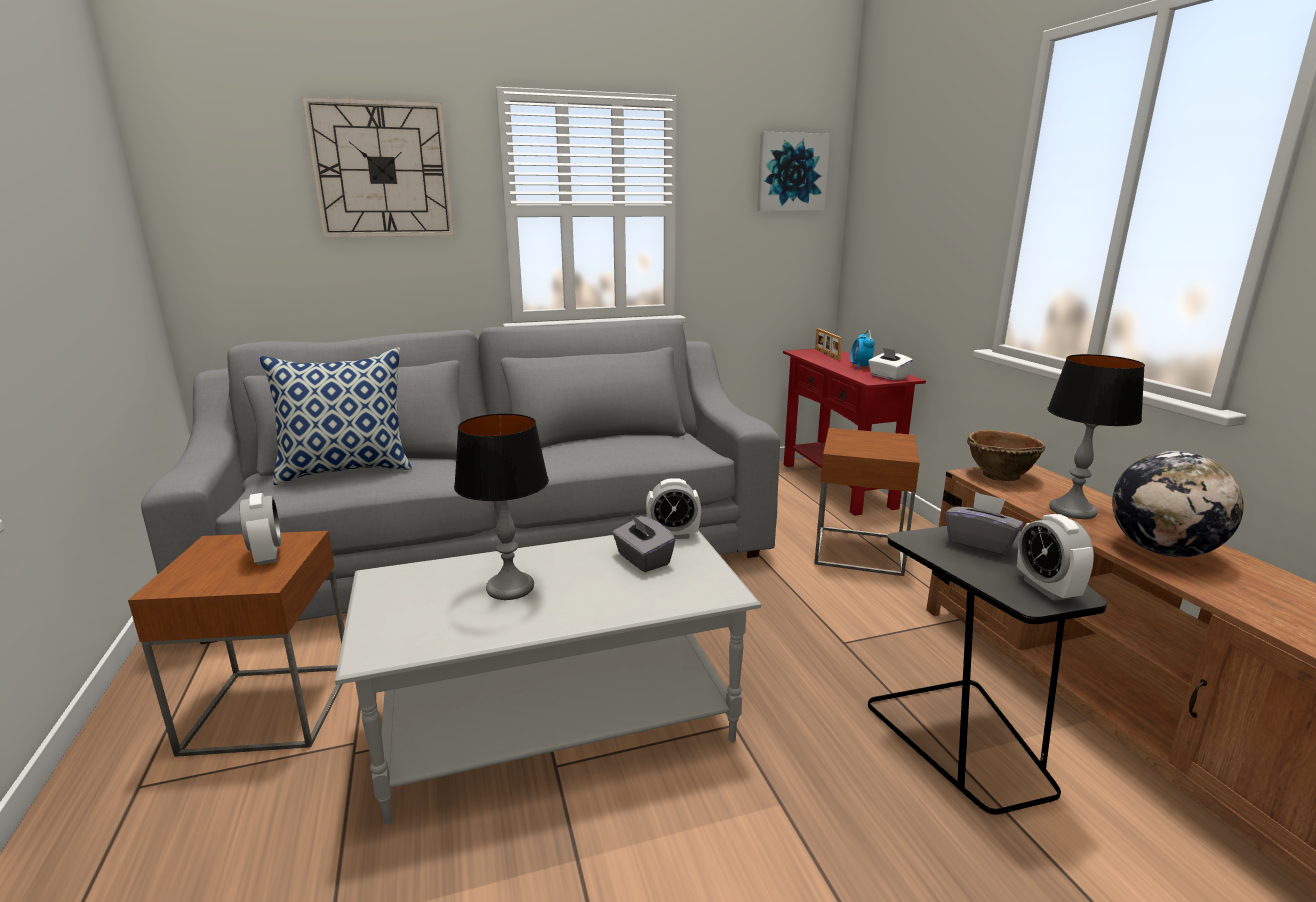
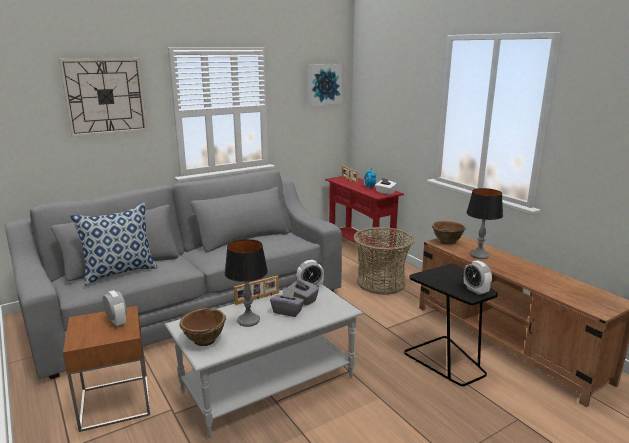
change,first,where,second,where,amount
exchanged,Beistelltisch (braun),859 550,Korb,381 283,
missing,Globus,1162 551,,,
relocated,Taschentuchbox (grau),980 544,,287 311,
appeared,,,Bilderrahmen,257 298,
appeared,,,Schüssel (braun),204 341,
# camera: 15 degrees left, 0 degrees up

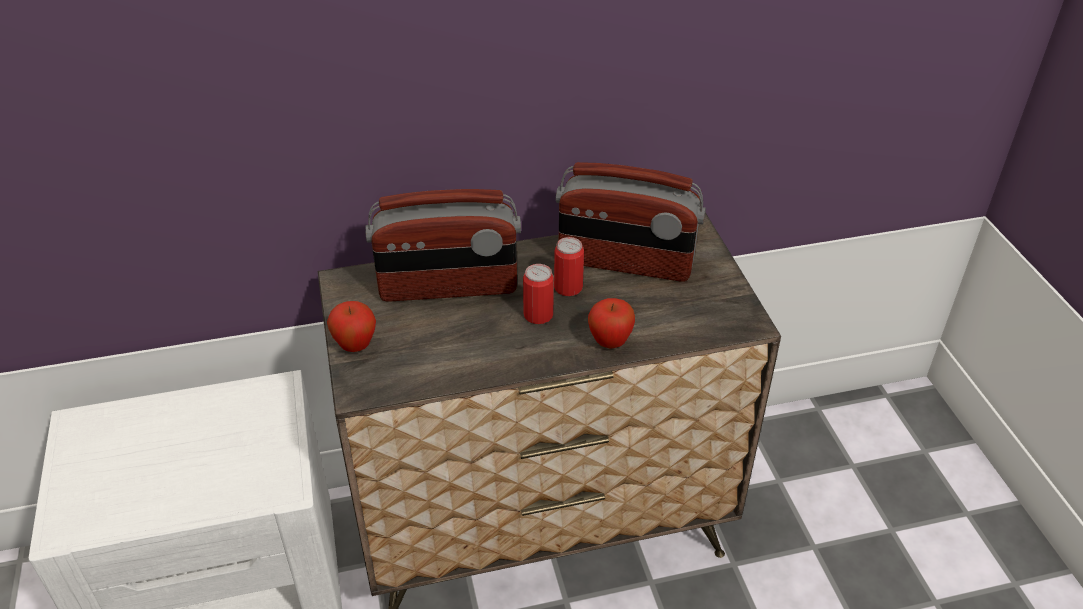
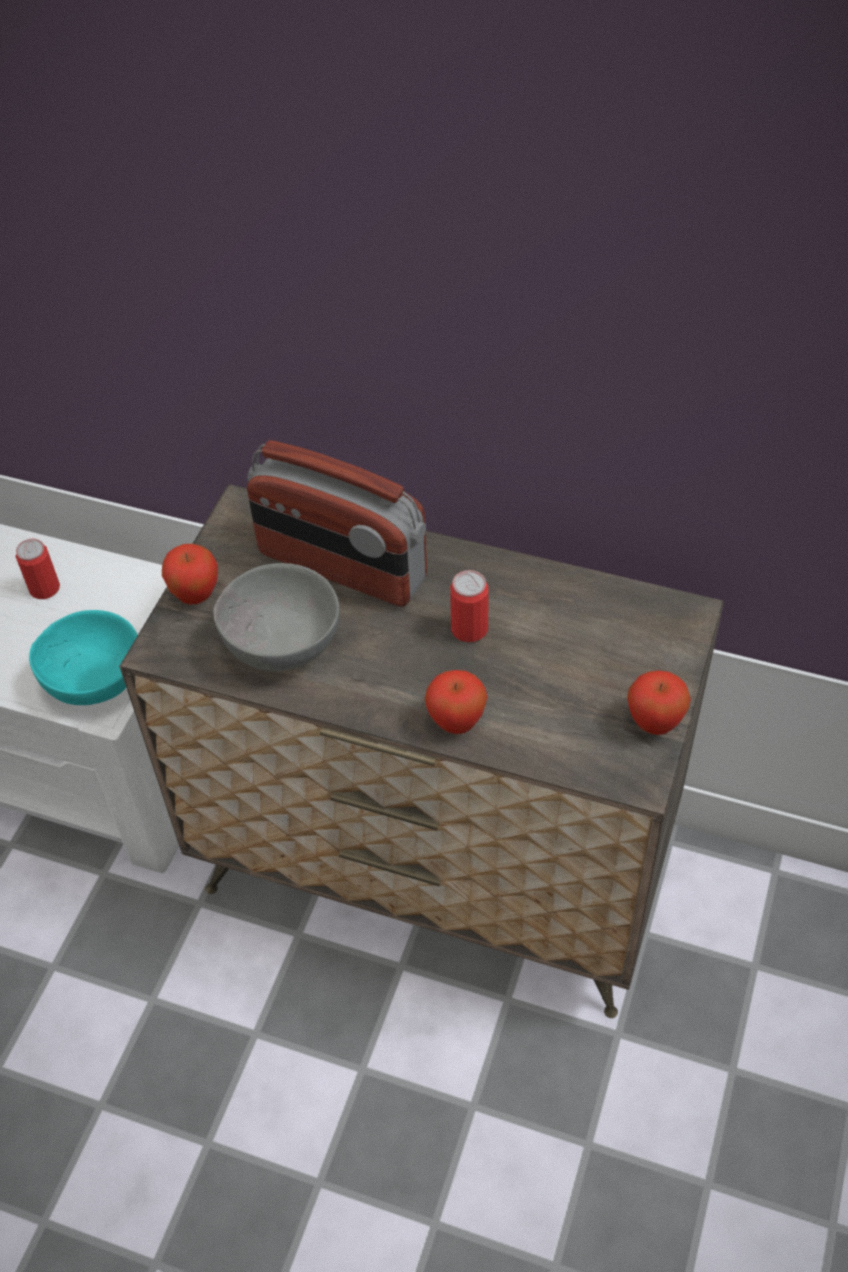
change,first,where,second,where,amount
missing,Radio,625 263,,,
relocated,Dose,538 315,,44 588,
appeared,,,Schüssel (grau),279 642,
appeared,,,Schüssel (türkis),93 679,
appeared,,,Apfel,654 723,
# camera: 35 degrees right, 10 degrees up

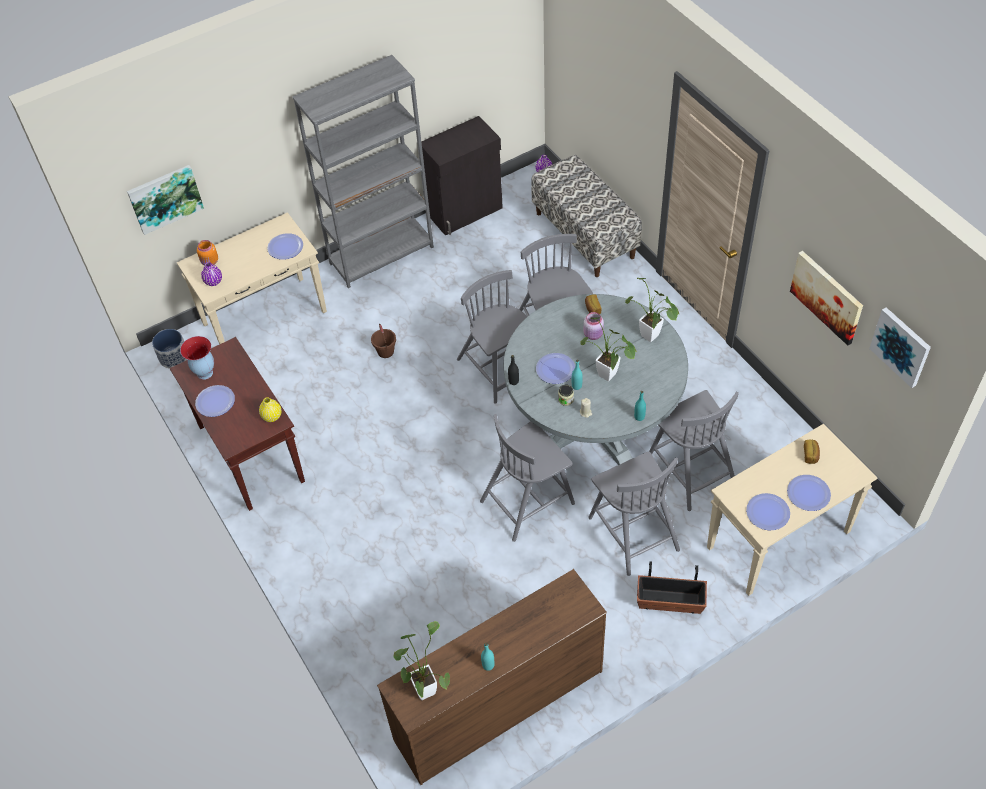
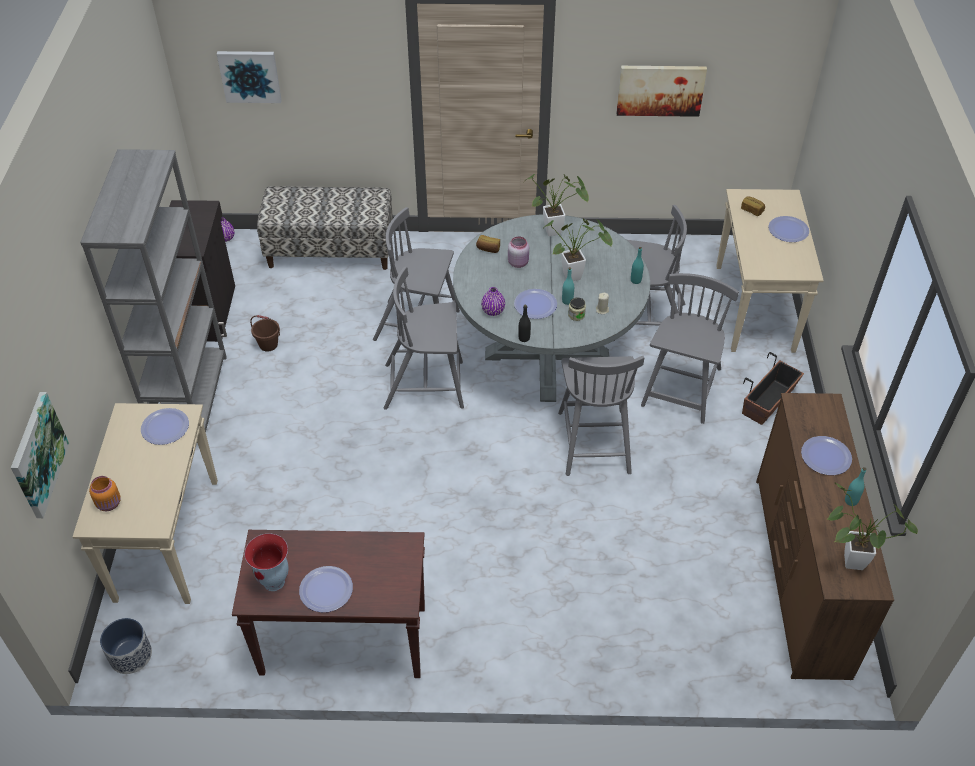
change,first,where,second,where,amount
relocated,Vase (lila),213 281,,493 311,
relocated,Bild,901 346,,250 76,
relocated,Eimer (braun),386 351,,268 344,
missing,Vase (gelb),272 416,,,
spun,Stuhl (grau),632 532,,681 389,75 degrees counterclockwise
relocated,Teller,767 512,,826 456,
# camera: 60 degrees left, 5 degrees down

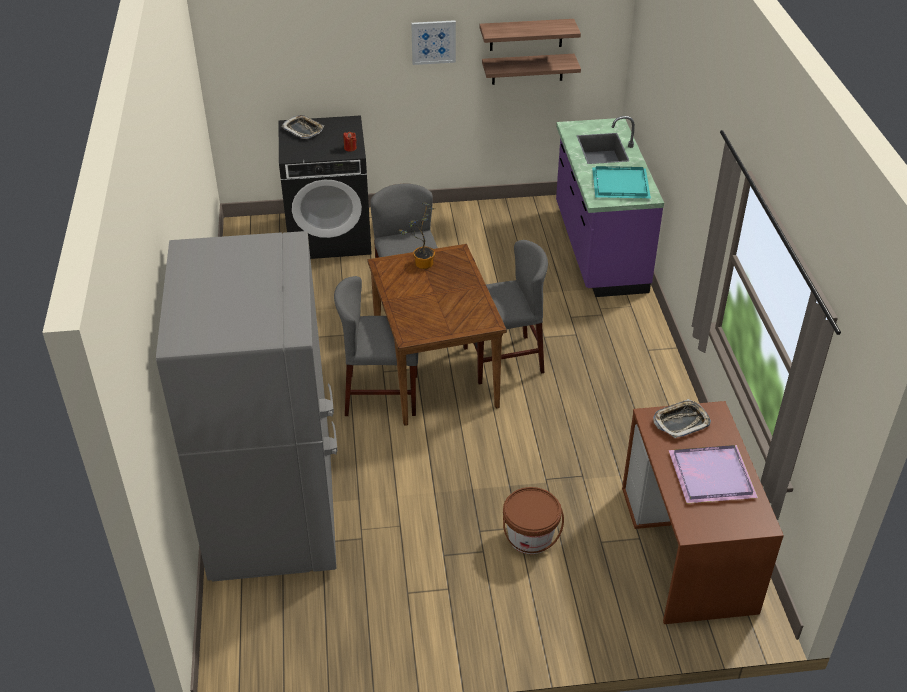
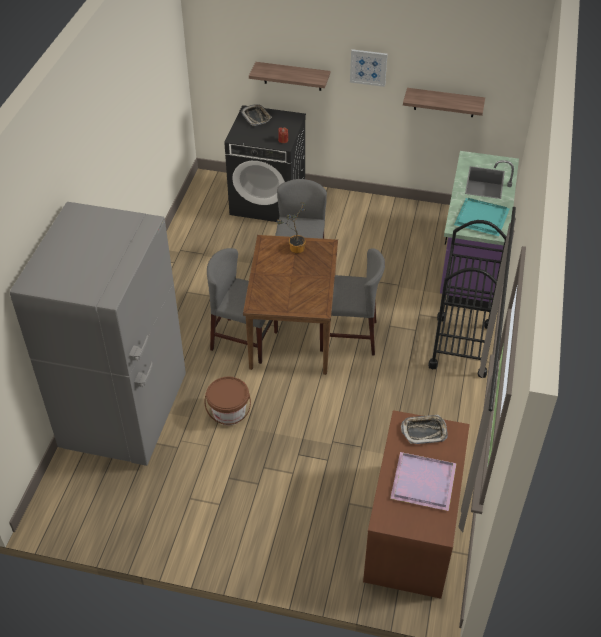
change,first,where,second,where,amount
relocated,Wandregal,526 34,,292 76,
relocated,Eimer (braun),530 537,,229 413,
appeared,,,Rollwagen (schwarz),461 346,
# camera: 20 degrees right, 5 degrees up

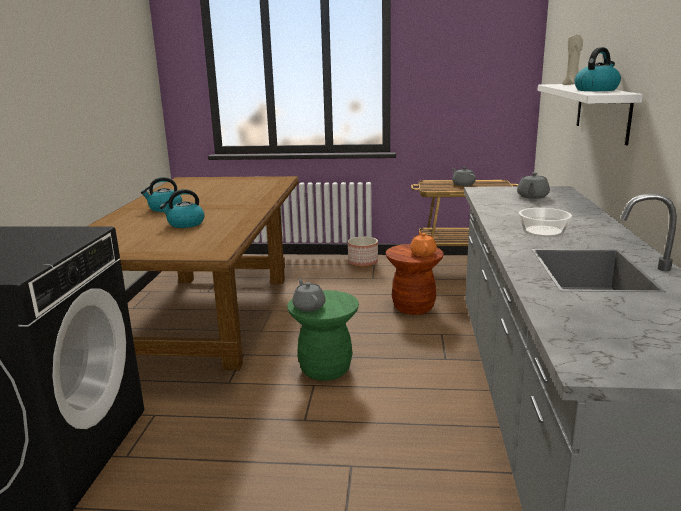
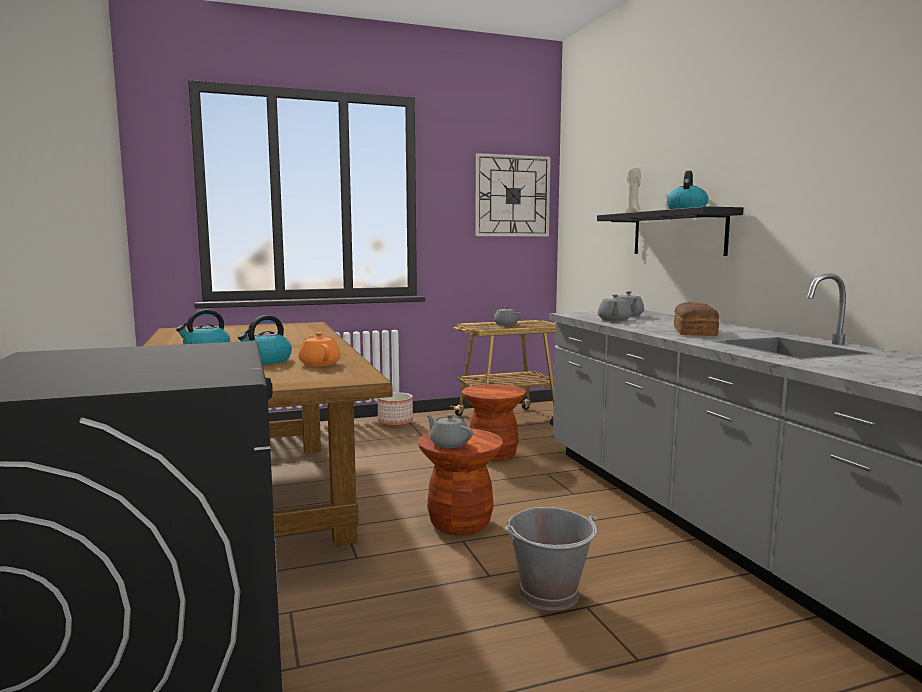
change,first,where,second,where,amount
colour,Wandregal (weiß),602 111,Wandregal (schwarz),678 233,
exchanged,Schüssel,543 231,Brot,693 332,
relocated,Teekanne (orange),423 253,,319 364,
colour,Hocker (grün),325 369,Hocker (braun),460 524,
appeared,,,Wanduhr,512 196,
appeared,,,Teekanne (grau),614 320,
appeared,,,Eimer (grau),549 594,
# camera: 25 degrees left, 10 degrees down

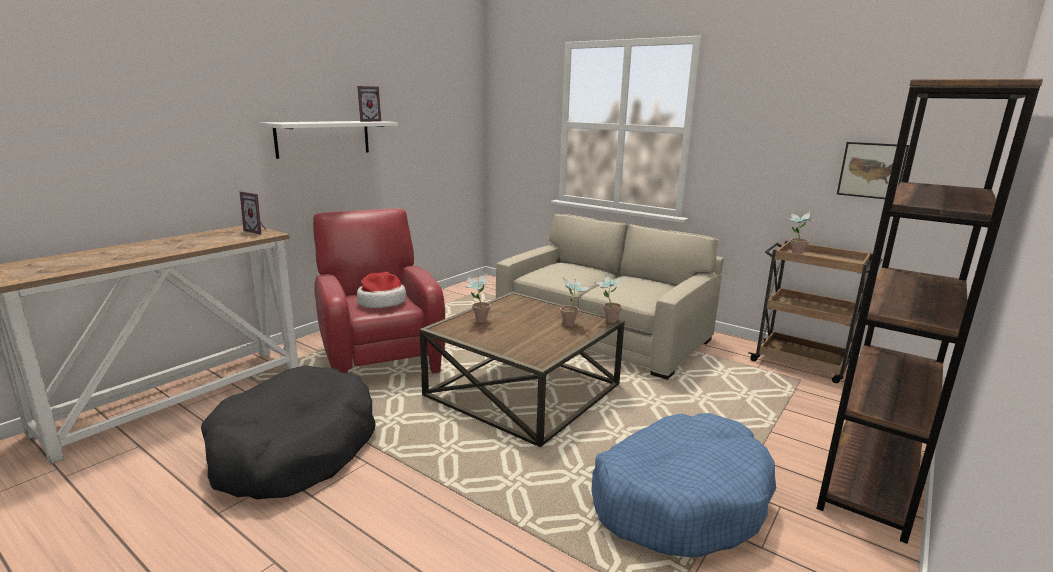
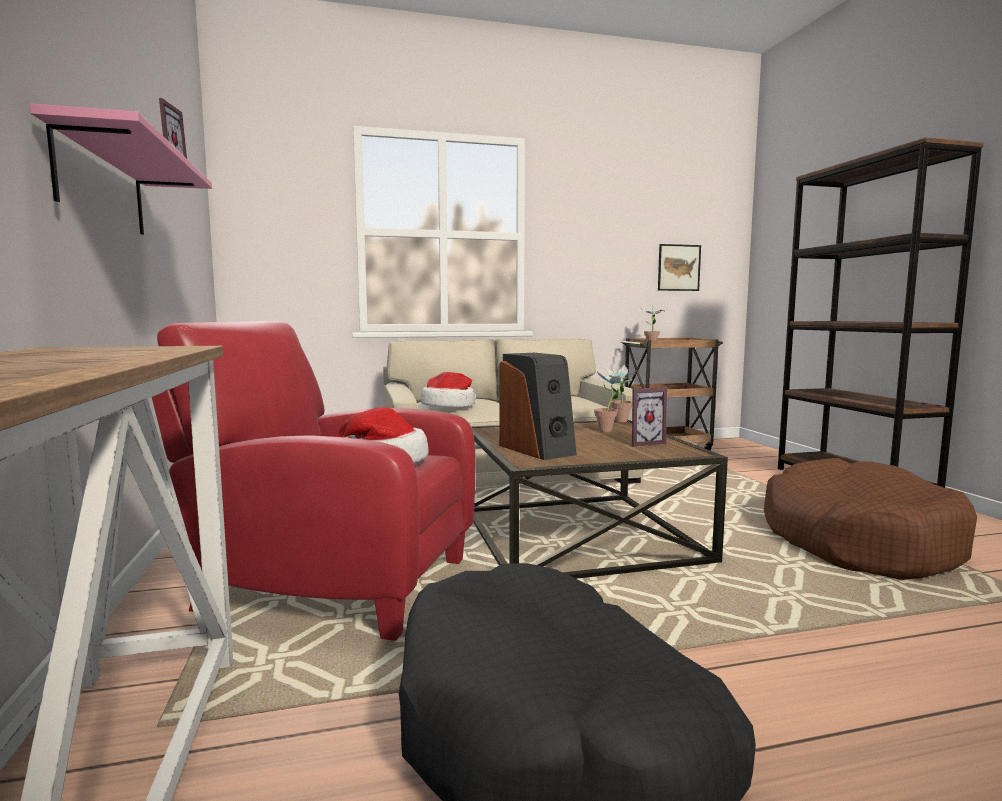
change,first,where,second,where,amount
colour,Wandregal (weiß),323 138,Wandregal (rosa),102 185,
relocated,Bilderrahmen,258 231,,643 443,
exchanged,Topfpflanze,479 322,Lautsprecher,537 449,
colour,Hundebett (blau),679 499,Hundebett (braun),857 541,
appeared,,,Hut,449 406,
# camera: 50 degrees left, 10 degrees down

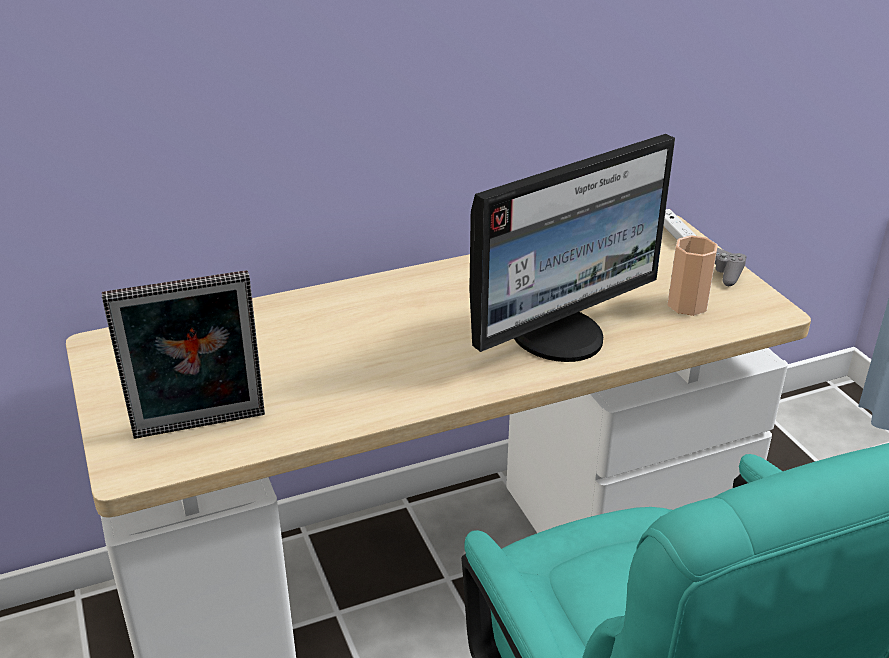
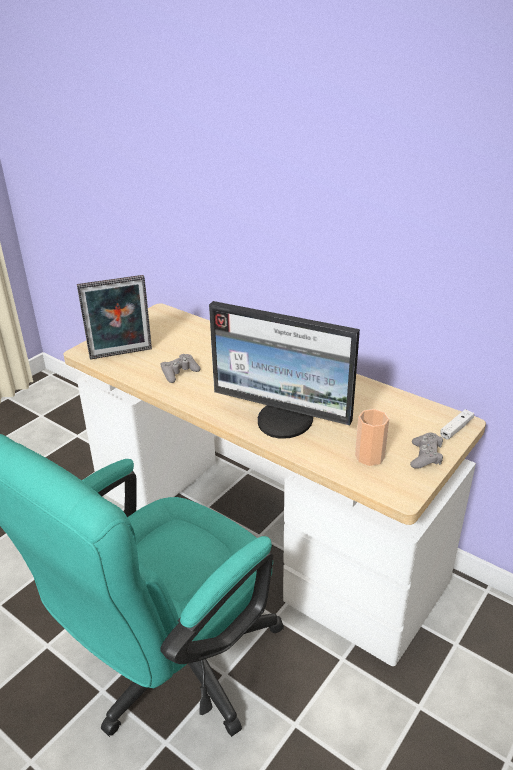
change,first,where,second,where,amount
spun,Bilderrahmen,200 428,,121 355,60 degrees counterclockwise
appeared,,,Gamepad (grau),179 373,
# camera: 60 degrees right, 0 degrees up

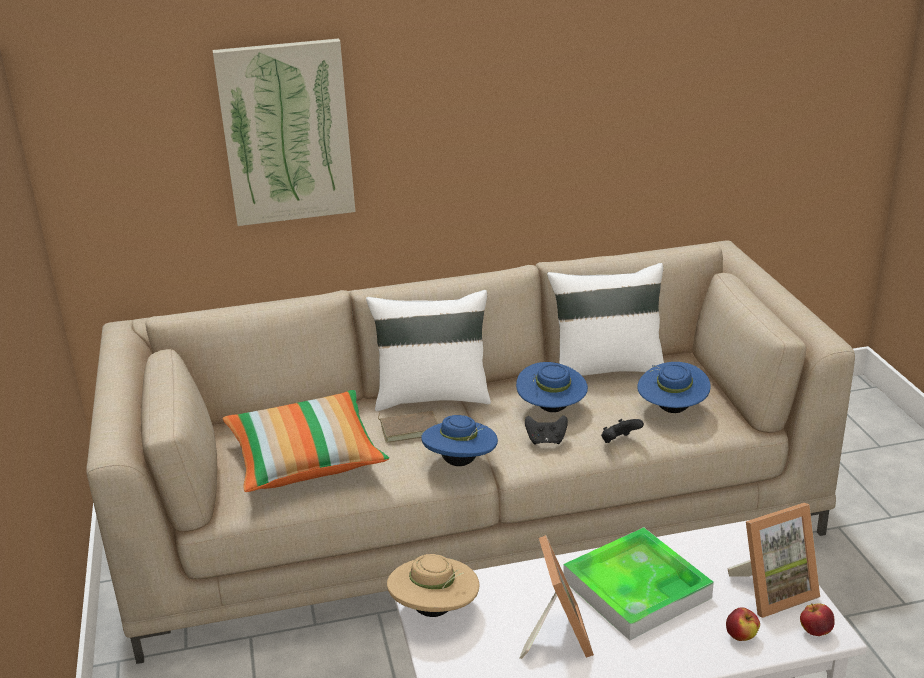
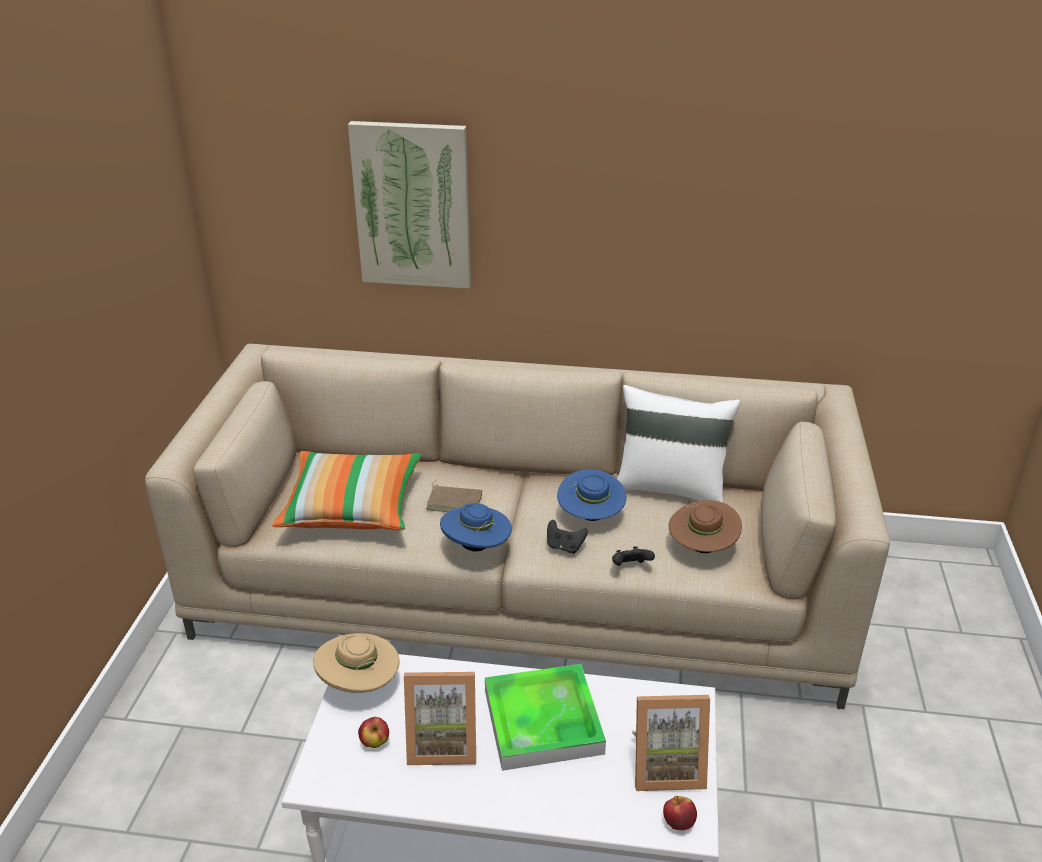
change,first,where,second,where,amount
missing,Kissen (weiß),432 396,,,
colour,Hut (blau),672 409,Hut (braun),702 547,
spun,Bilderrahmen,555 635,,442 743,75 degrees clockwise
relocated,Apfel,741 636,,375 742,
# camera: 20 degrees right, 5 degrees up

